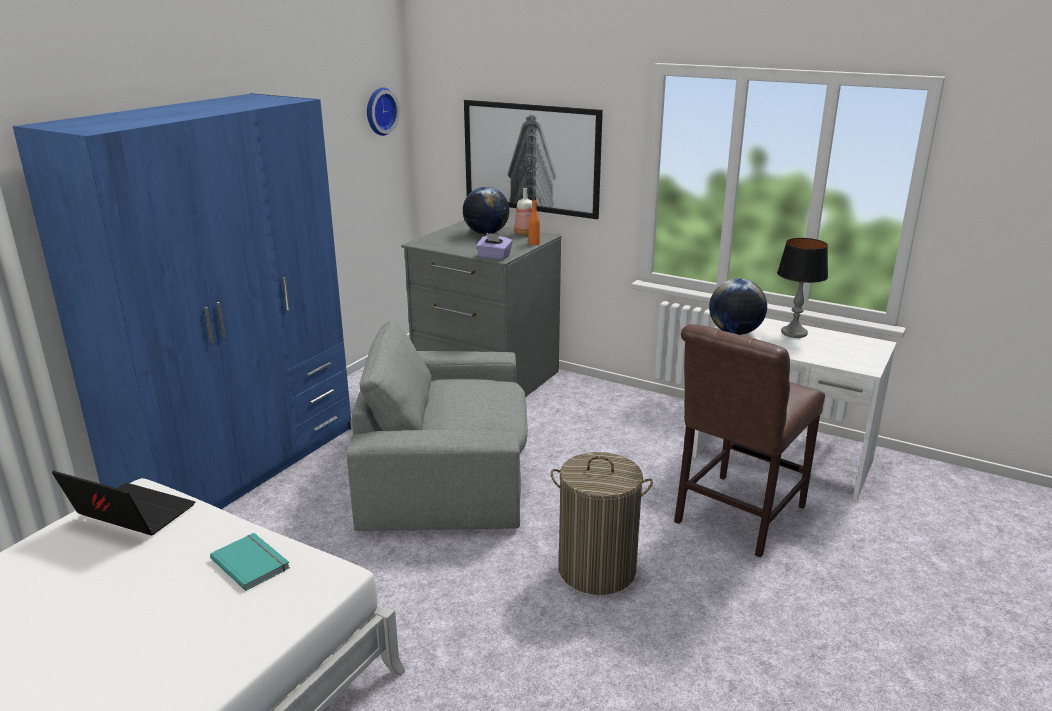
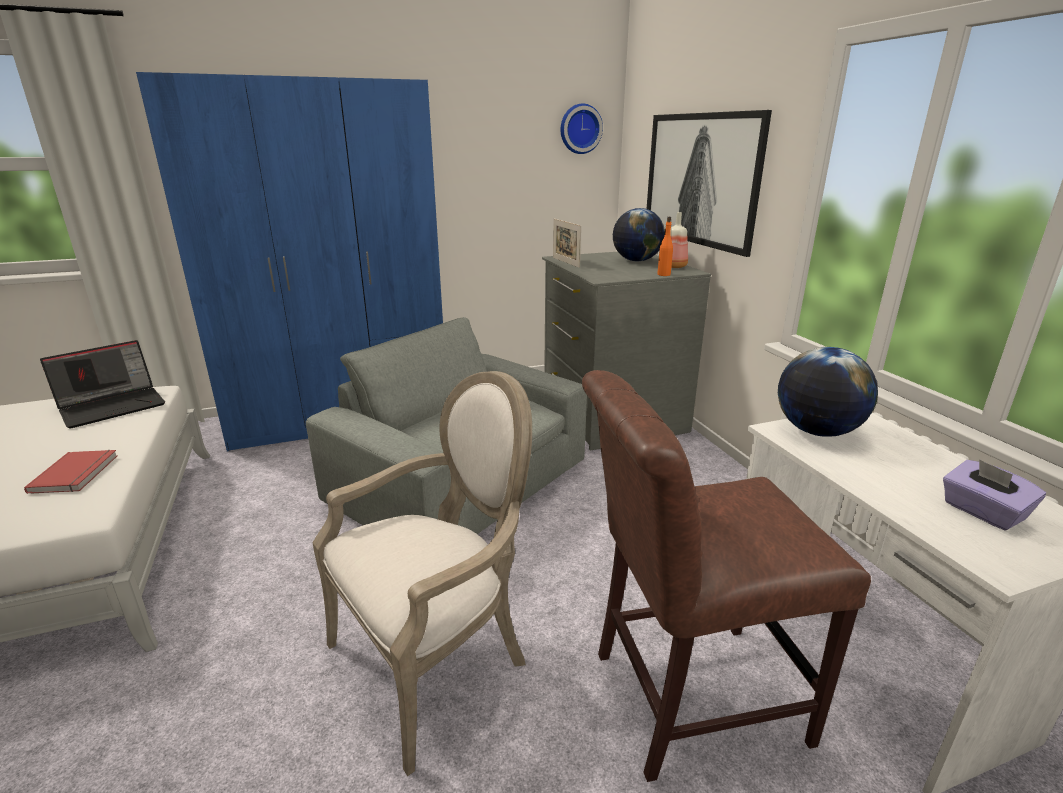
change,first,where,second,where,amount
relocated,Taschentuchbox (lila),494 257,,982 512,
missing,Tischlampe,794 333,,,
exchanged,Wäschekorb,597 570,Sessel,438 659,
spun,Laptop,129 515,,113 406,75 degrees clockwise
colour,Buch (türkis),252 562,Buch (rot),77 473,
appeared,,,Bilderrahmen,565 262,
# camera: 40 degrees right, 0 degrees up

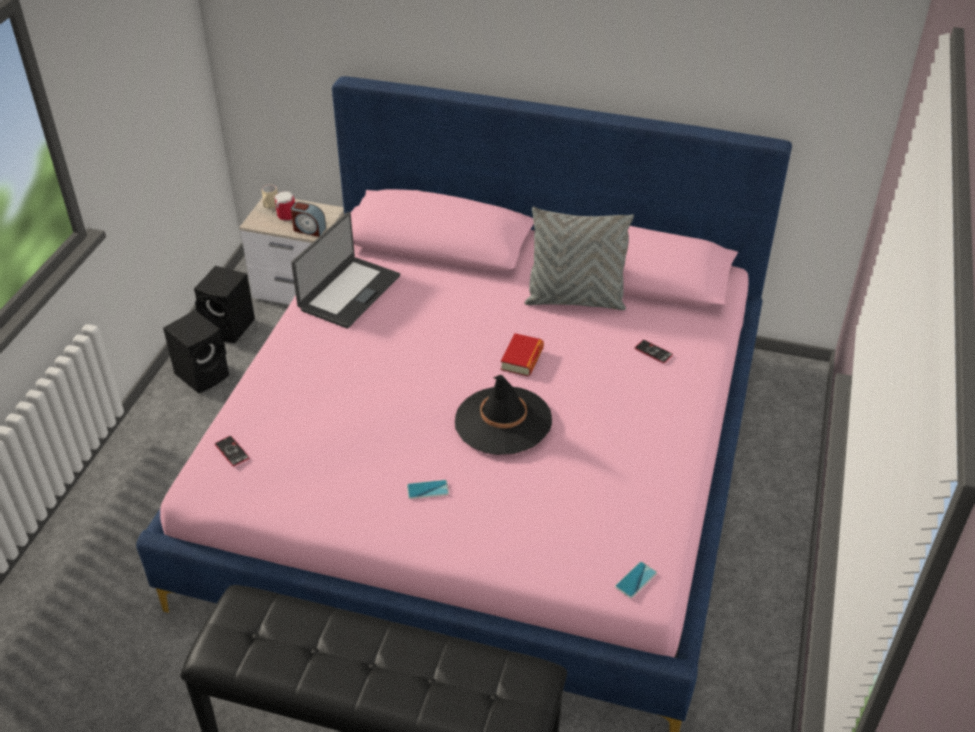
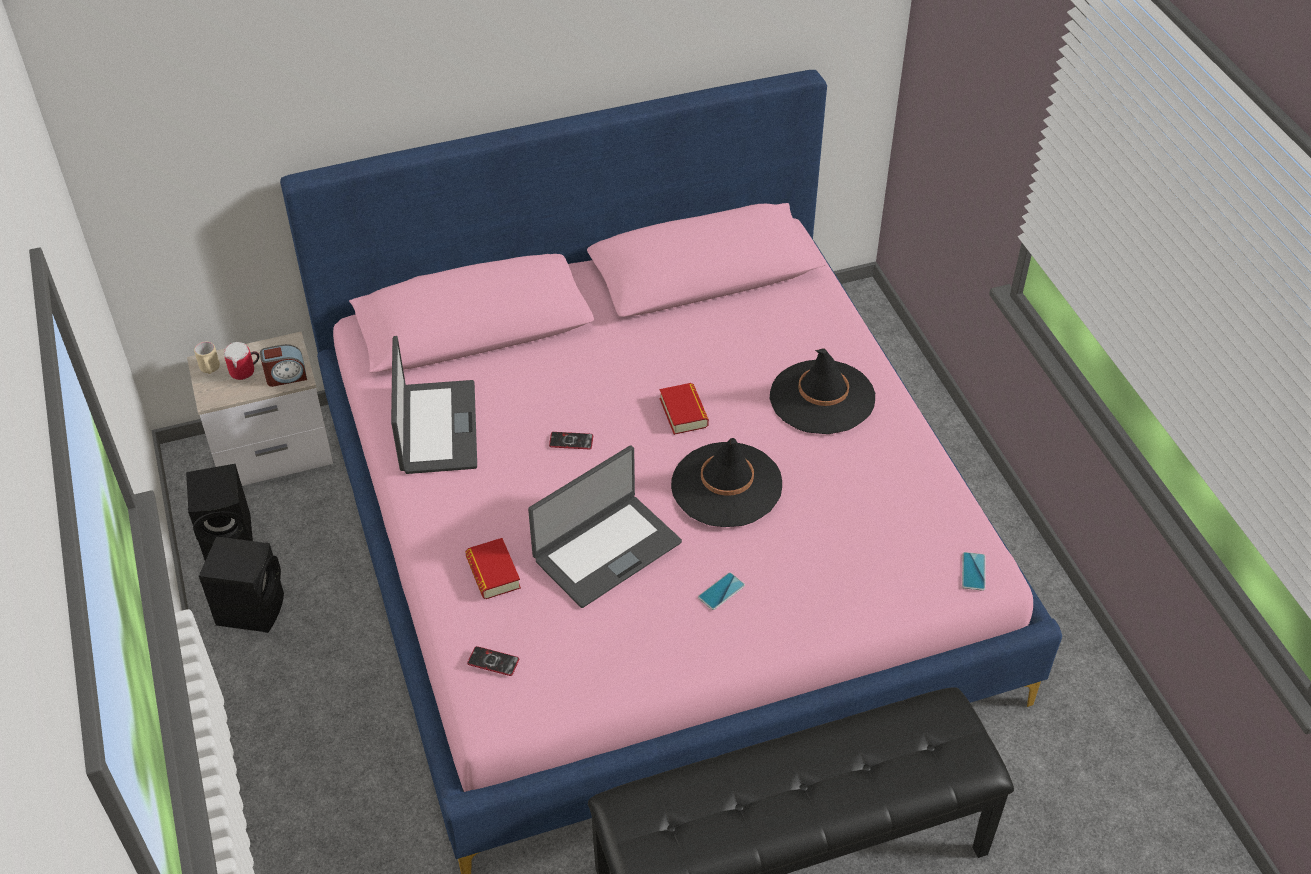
change,first,where,second,where,amount
missing,Kissen (grau),575 300,,,
relocated,Handy,653 352,,571 441,
appeared,,,Hut (schwarz),822 397,
appeared,,,Laptop,606 550,
appeared,,,Buch,493 573,
# camera: 35 degrees left, 5 degrees up

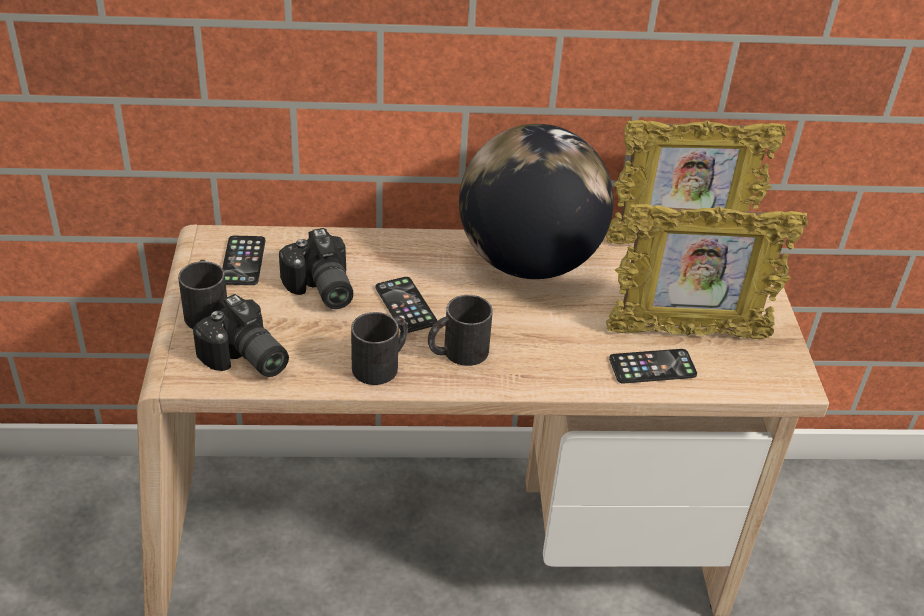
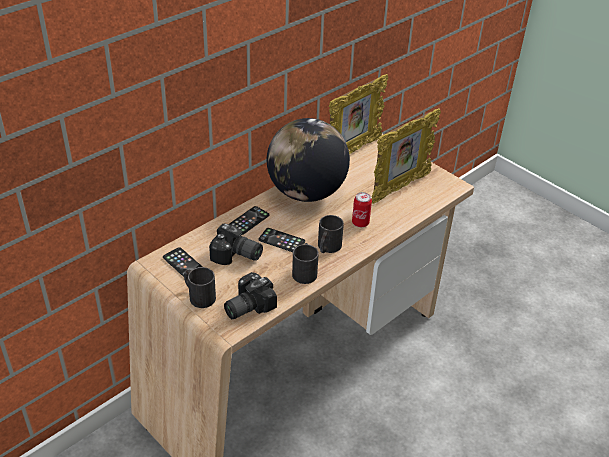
change,first,where,second,where,amount
spun,Kamera,244 360,,246 306,135 degrees clockwise
relocated,Handy,652 367,,248 221,
appeared,,,Dose,360 223,
# camera: 40 degrees left, 0 degrees up

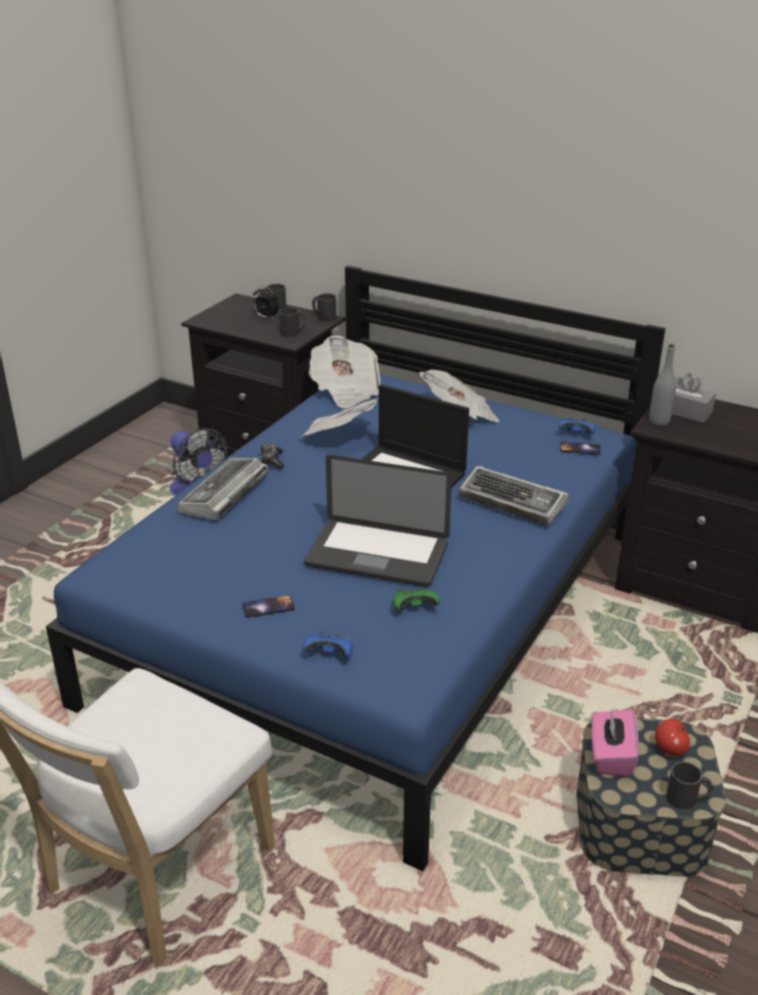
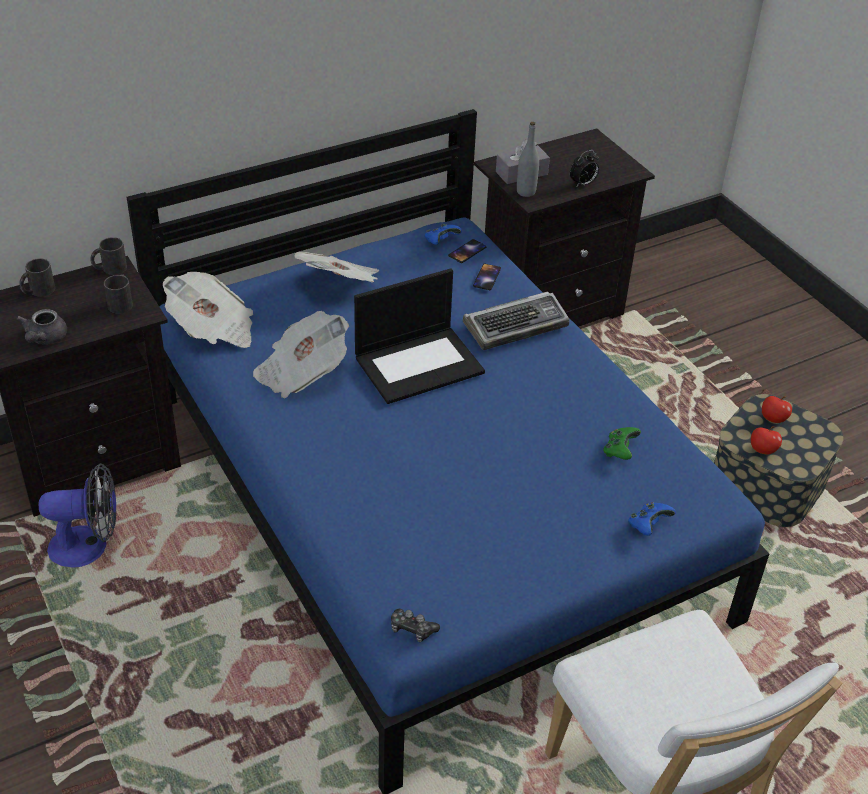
change,first,where,second,where,amount
relocated,Wecker,266 318,,583 184,
relocated,Gamepad,272 461,,412 629,
missing,Laptop,377 555,,,
missing,Tastatur,224 495,,,
relocated,Handy,268 607,,487 277,
exchanged,Taschentuchbox (rosa),611 756,Apfel,762 450,
missing,Henkelbecher (schwarz),688 799,,,
appeared,,,Teekanne (grau),44 339,
# camera: 60 degrees left, 10 degrees up

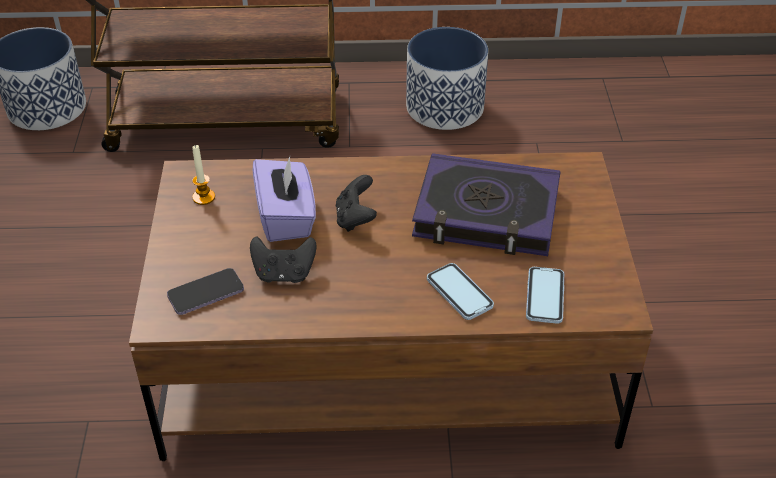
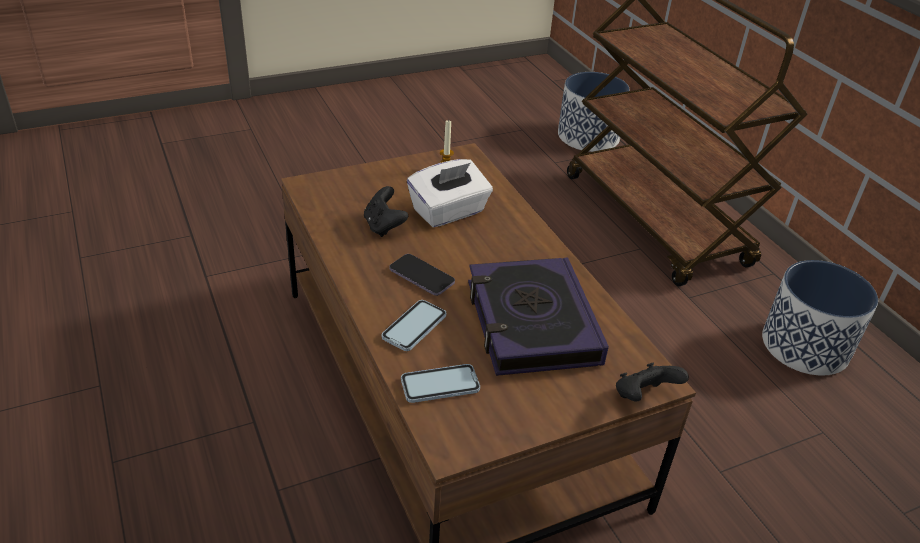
change,first,where,second,where,amount
colour,Taschentuchbox (lila),286 217,Taschentuchbox (weiß),449 212,
relocated,Gamepad (schwarz),355 218,,643 397,
relocated,Handy,206 293,,421 276,
# camera: 65 degrees right, 5 degrees down

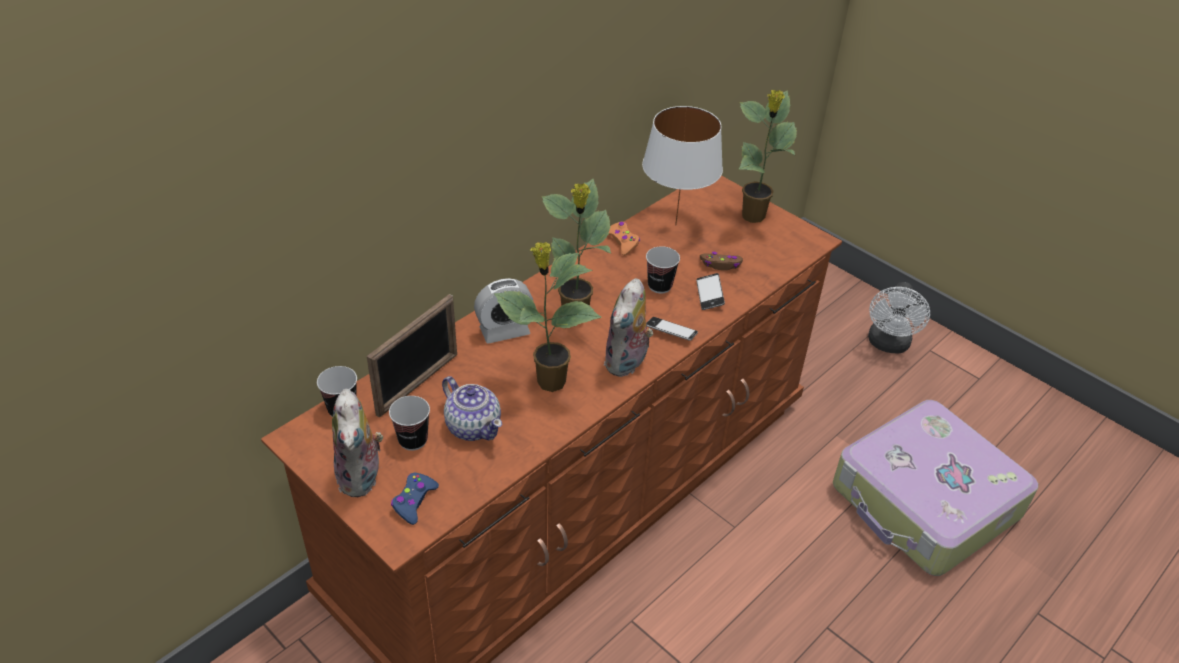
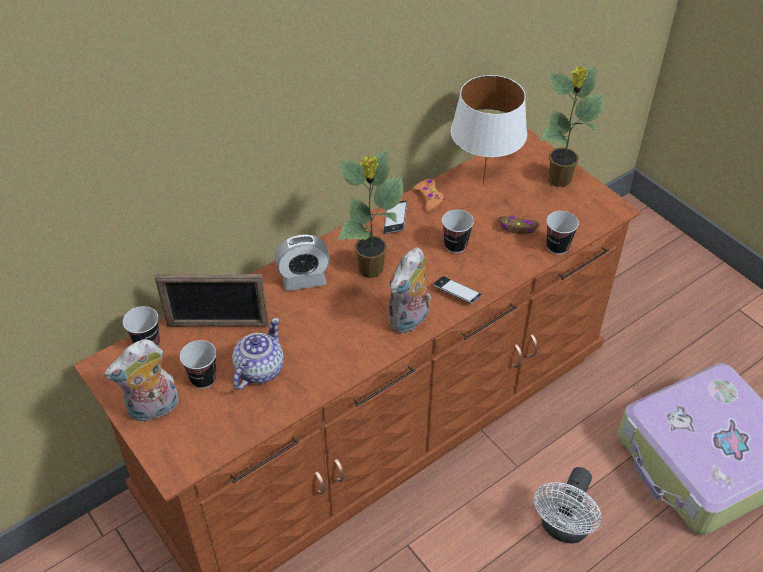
change,first,where,second,where,amount
missing,Topfpflanze,549 382,,,
relocated,Handy,709 295,,395 220,
relocated,Ventilator (weiß),888 345,,563 529,
spun,Bilderrahmen,418 384,,217 325,45 degrees clockwise
spun,Teekanne,473 426,,259 370,120 degrees counterclockwise
spun,Plüschtier,362 477,,153 410,60 degrees clockwise
missing,Gamepad (blau),414 501,,,
appeared,,,Tasse,557 246,
# camera: 10 degrees right, 5 degrees up

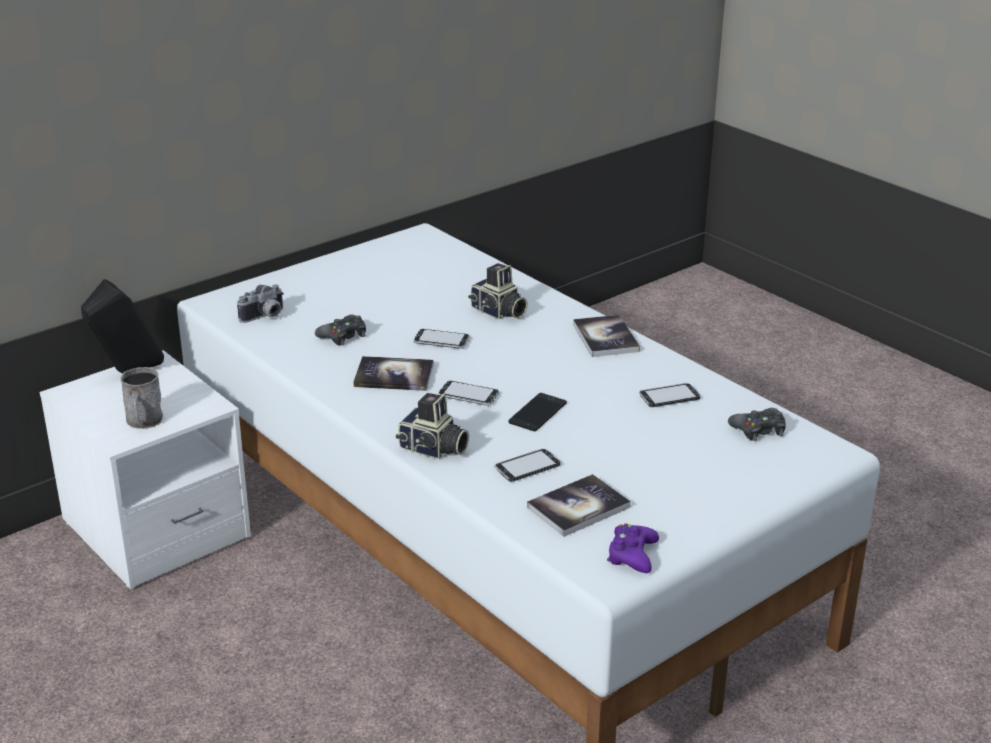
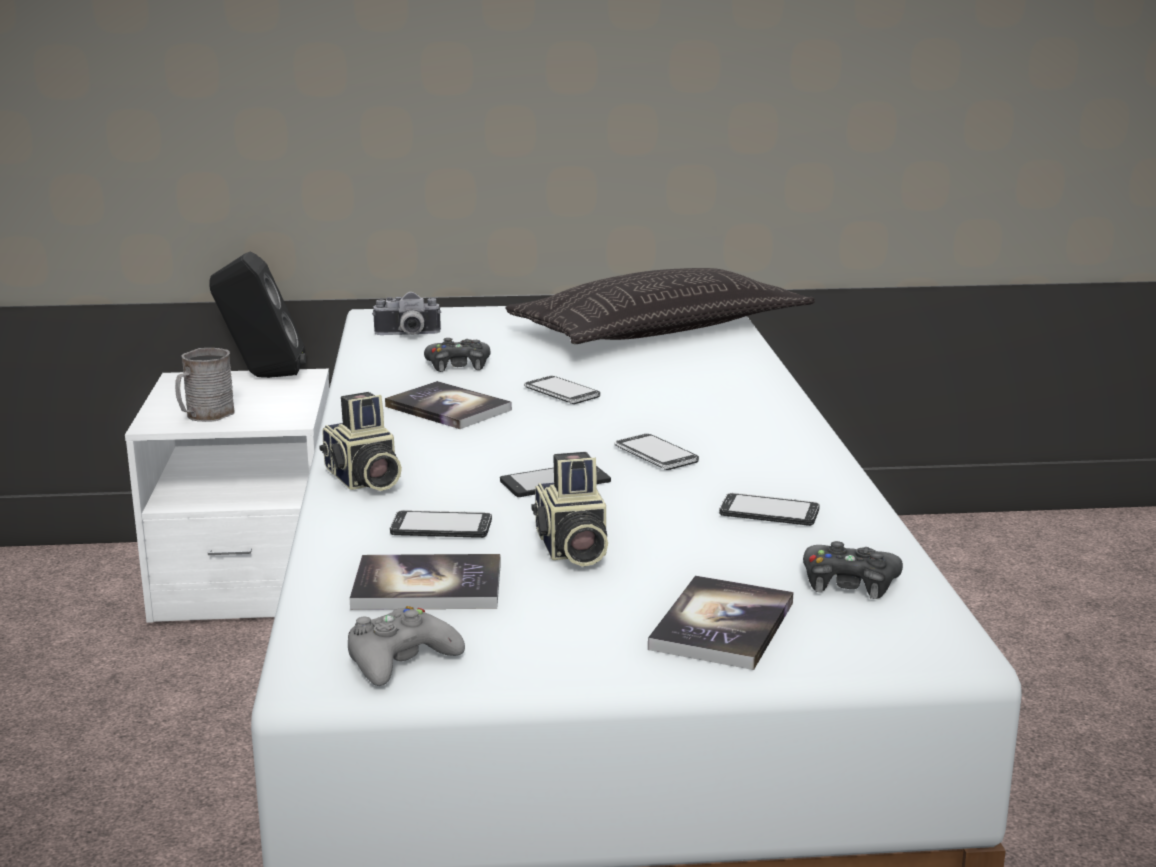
change,first,where,second,where,amount
relocated,Kamera,498 312,,570 549,
relocated,Buch,605 338,,722 626,
relocated,Handy,468 395,,656 455,
colour,Gamepad (lila),632 555,Gamepad (grau),400 660,
appeared,,,Kissen,660 329,
# camera: 35 degrees right, 10 degrees down

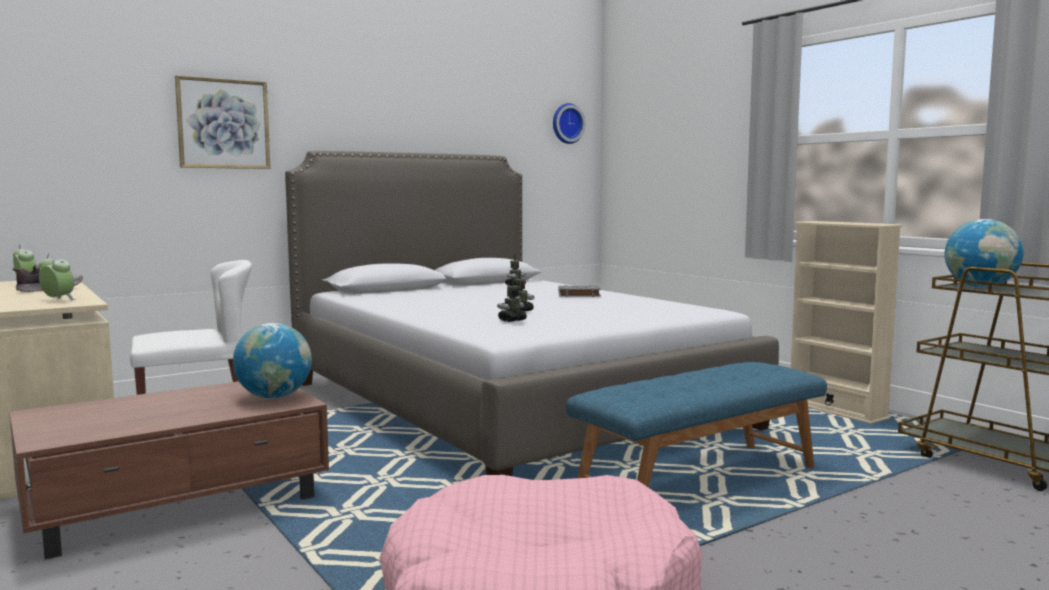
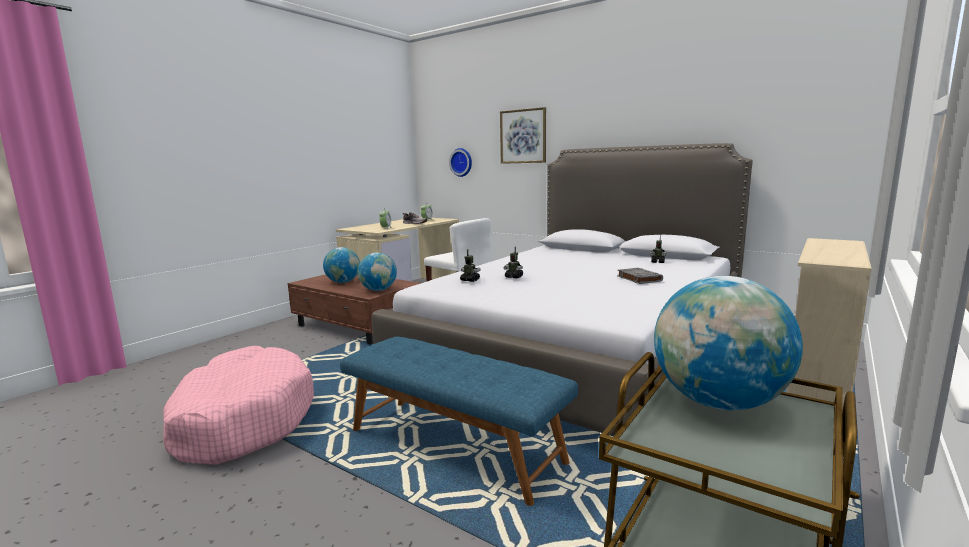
change,first,where,second,where,amount
relocated,Wanduhr,566 123,,462 162,
appeared,,,Globus,343 282,
# camera: 70 degrees right, 5 degrees up

